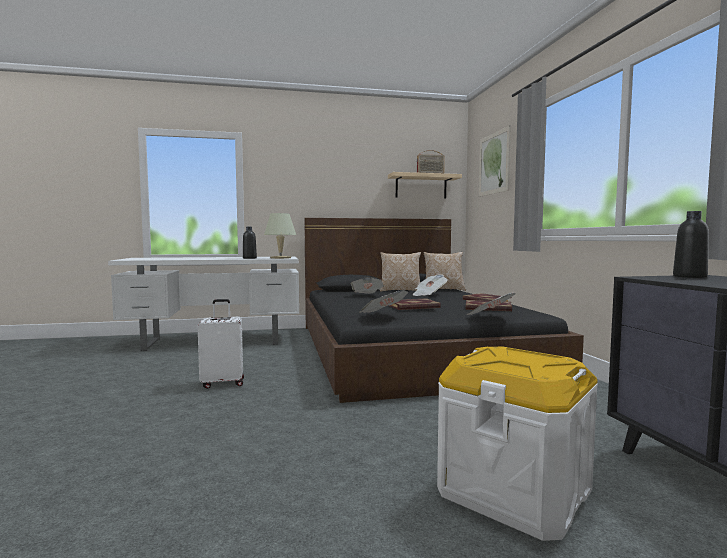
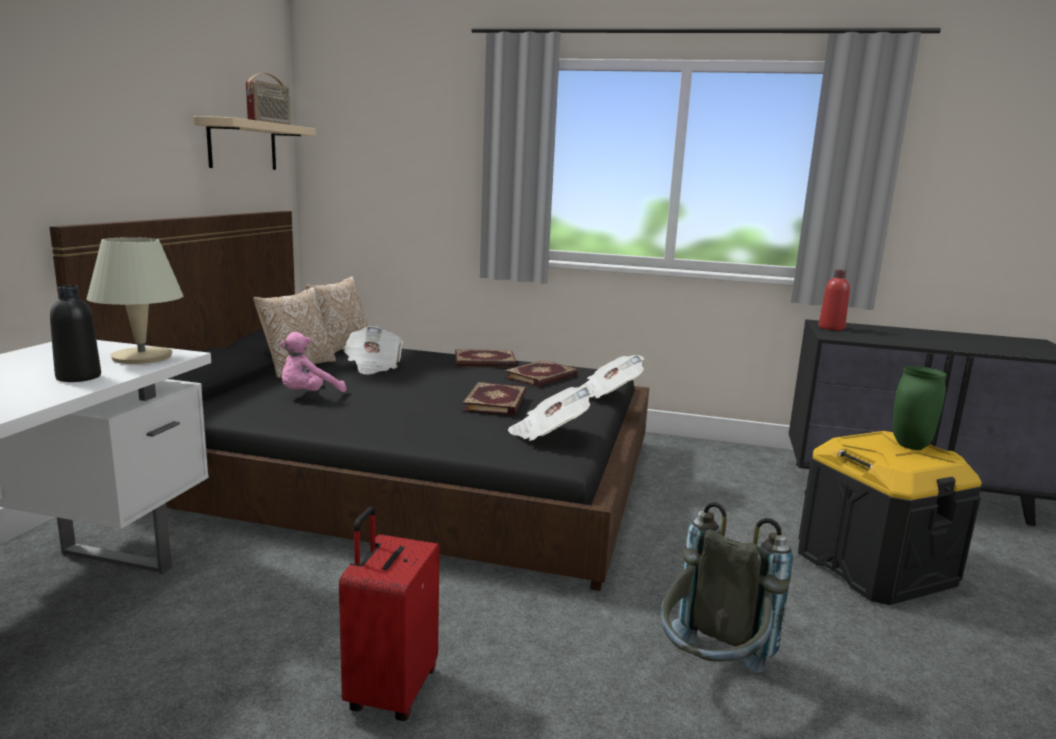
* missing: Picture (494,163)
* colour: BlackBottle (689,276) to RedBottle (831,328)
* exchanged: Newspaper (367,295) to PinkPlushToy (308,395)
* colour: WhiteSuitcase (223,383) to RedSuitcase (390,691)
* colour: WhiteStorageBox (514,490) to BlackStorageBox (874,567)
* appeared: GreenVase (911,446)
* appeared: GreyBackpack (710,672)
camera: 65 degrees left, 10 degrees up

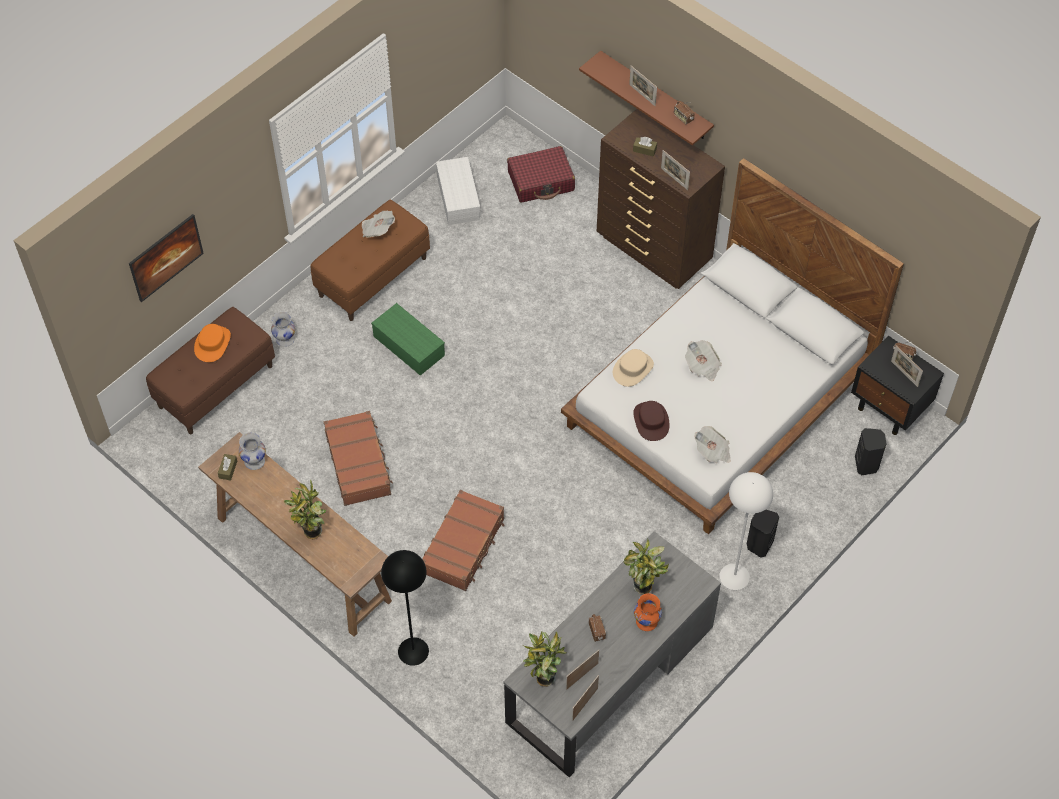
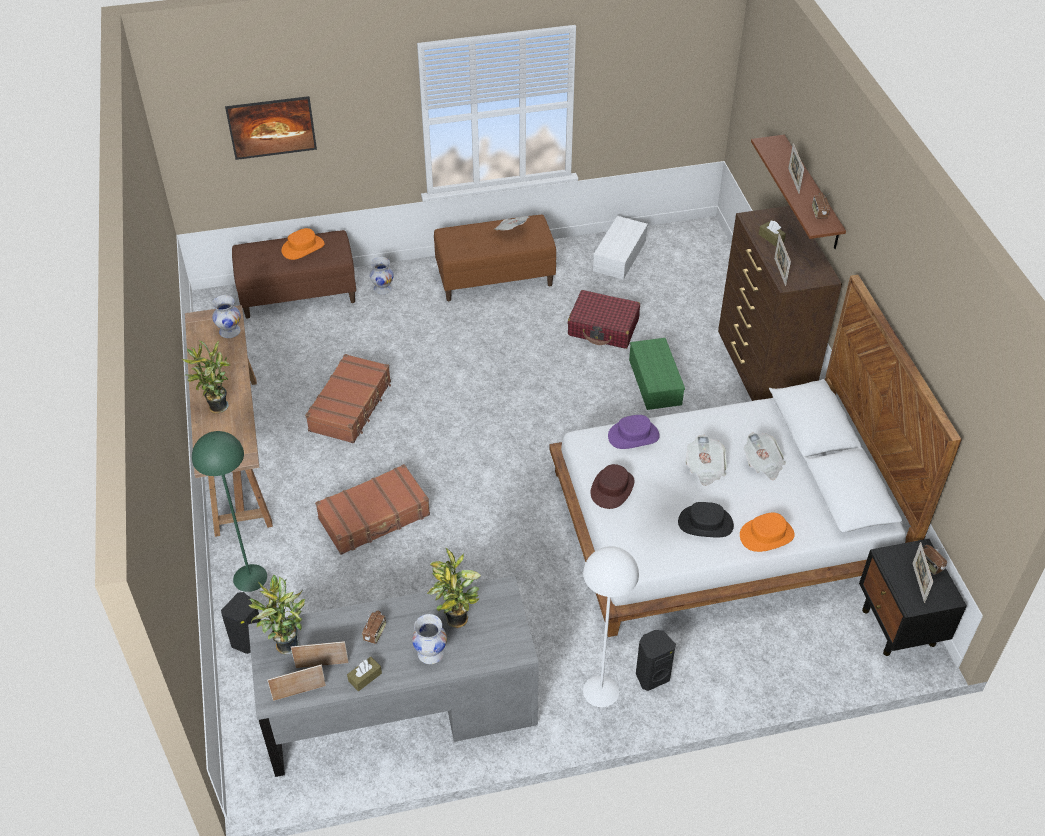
* relocated: RedSuitcase (541,181) to (603,327)
* relocated: GreenStorageBox (407,345) to (654,381)
* colour: BeigeHat (632,369) to PurpleHat (633,436)
* relocated: Newspaper (712,451) to (763,464)
* relocated: BlackSpeaker (866,464) to (249,641)
* relocated: BrownTissueBox (228,469) to (365,677)
* colour: BlackFloorLamp (413,651) to GreenFloorLamp (249,577)
* colour: OrangeVase (647,621) to WhiteVase (431,653)
* appeared: BlackHat (705,523)
* appeared: OrangeHat (766,535)
camera: 35 degrees right, 10 degrees down

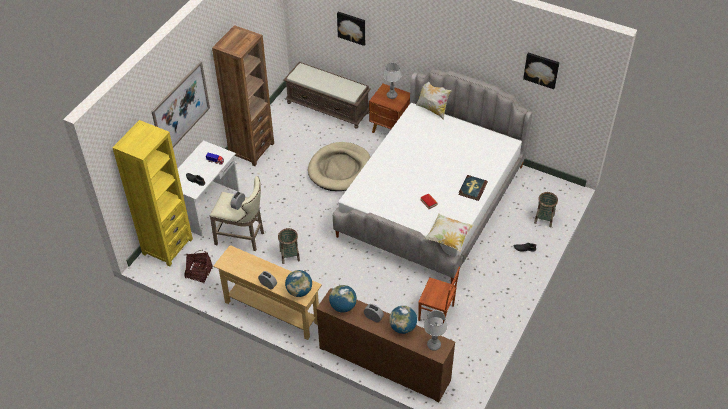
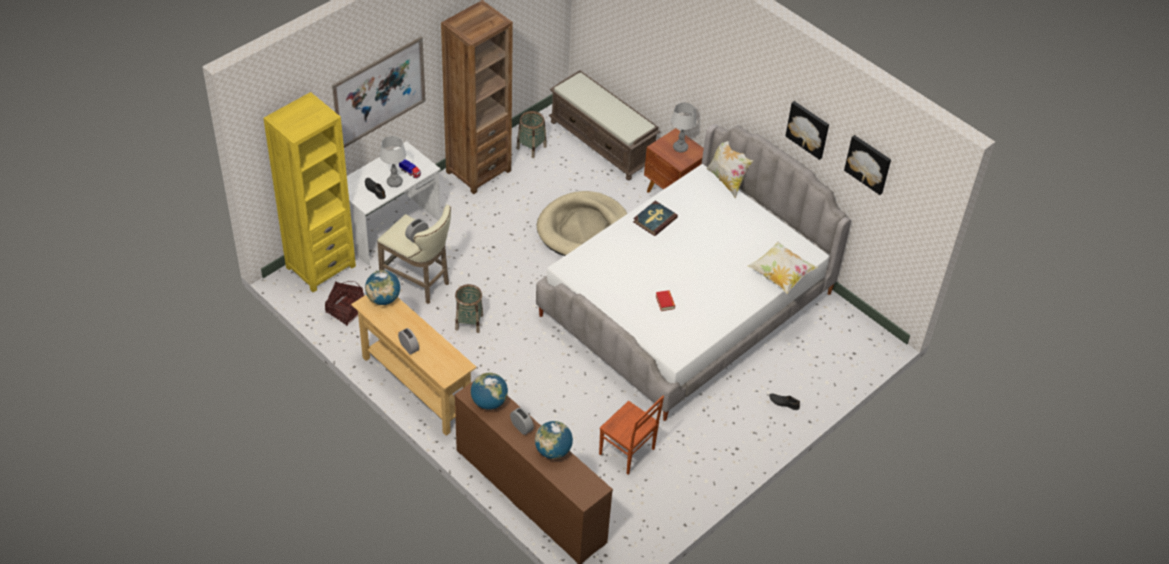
* relocated: Picture (352,27) to (808,129)
* relocated: Book (472,189) to (654,220)
* relocated: Basket (544,219) to (531,147)
* relocated: Pillow (448,238) to (780,275)
* relocated: Globe (299,291) to (383,299)
* relocated: TableLamp (434,345) to (395,182)
camera: 15 degrees right, 0 degrees up

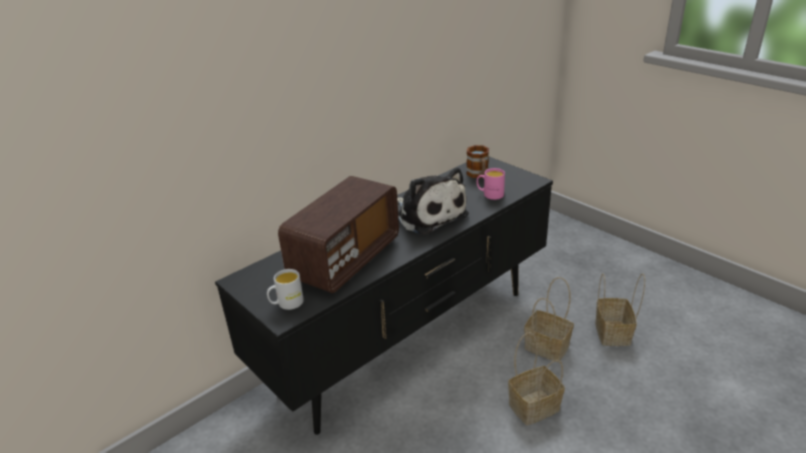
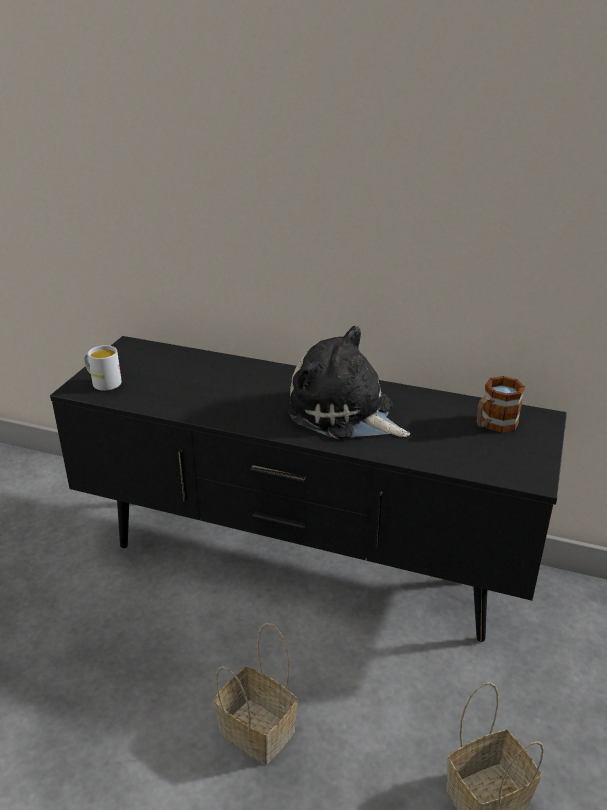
* spun: PlushToy (428,214) = (345,414) 105 degrees clockwise
* missing: PinkMug (490,194)
* missing: Radio (345,260)
* missing: Basket (548,347)
camera: 60 degrees right, 0 degrees up

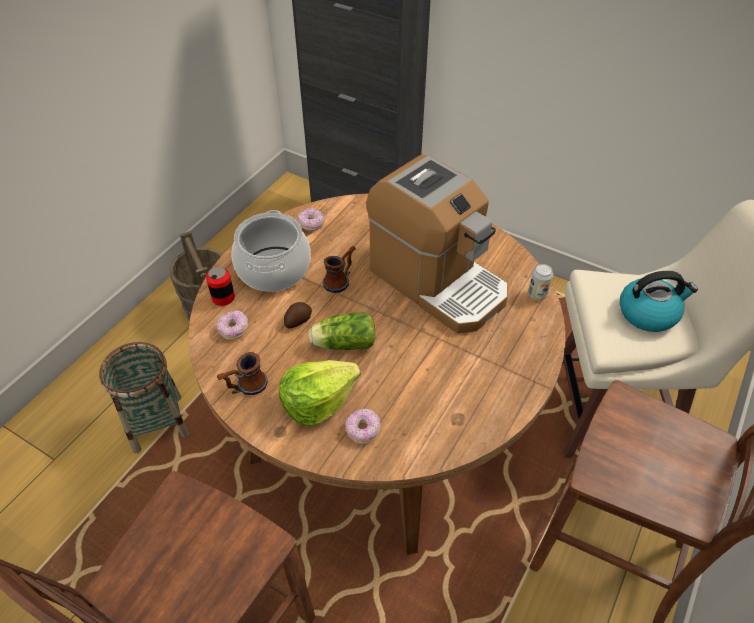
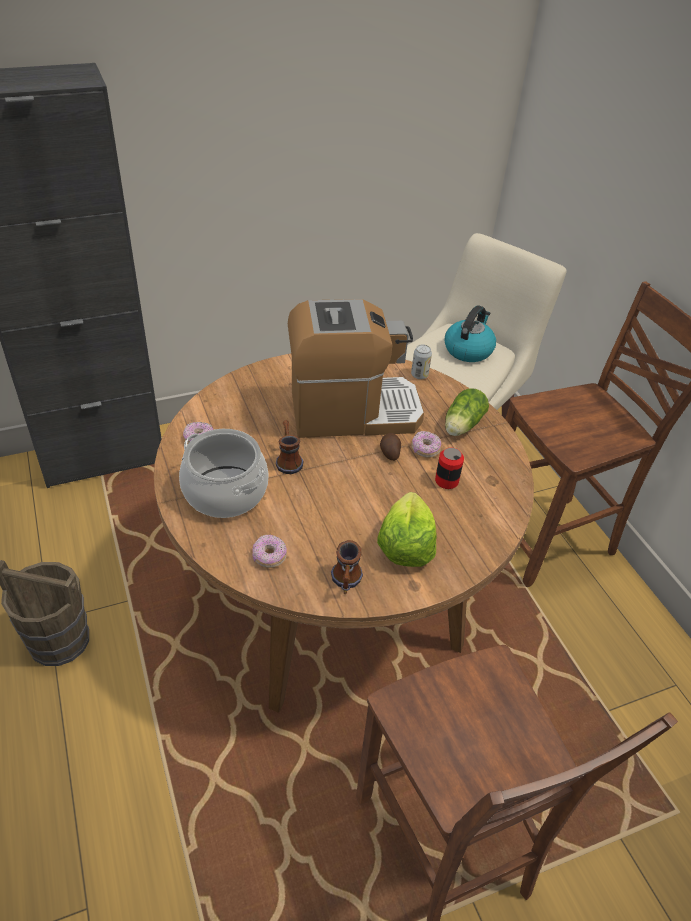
* relocated: Can (223,298) to (446,481)
* relocated: Potato (297,320) to (389,452)
* relocated: Lettuce (342,343) to (461,426)
* missing: Basket (157,423)
* relocated: Donut (362,430) to (425,449)
camera: 55 degrees left, 5 degrees down

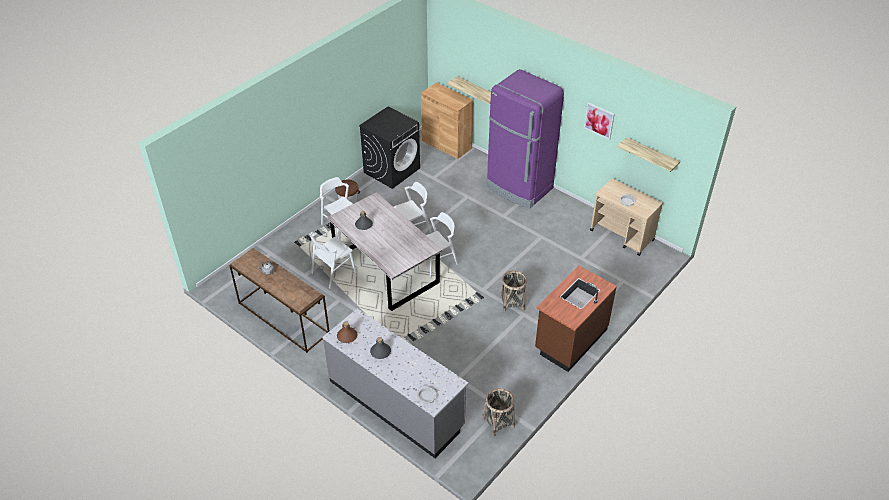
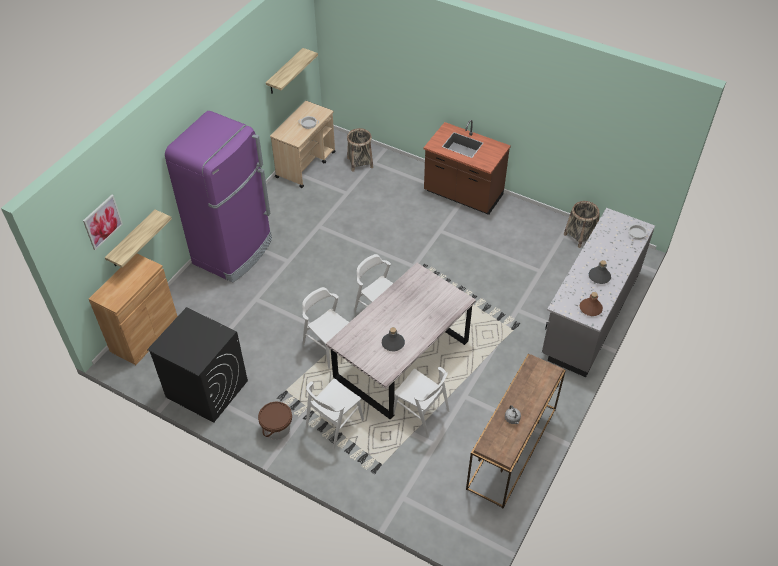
* relocated: Picture (599,120) to (102,222)
* relocated: Basket (512,303) to (360,162)
camera: 100 degrees left, 5 degrees up

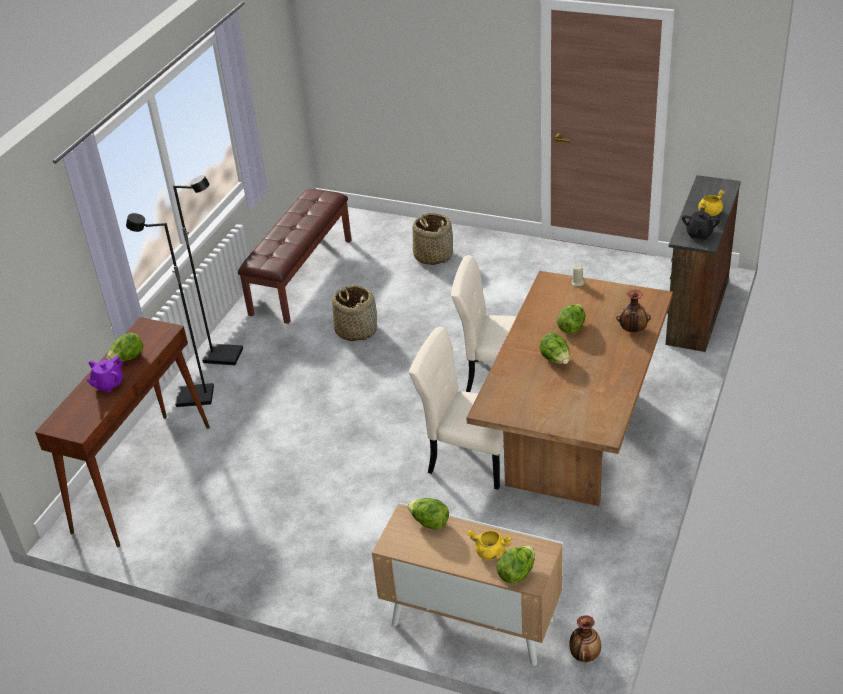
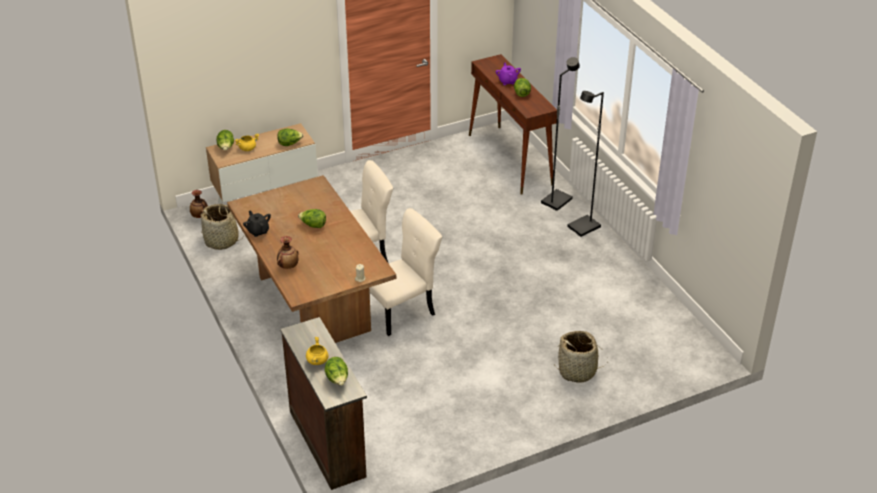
* missing: BrownBench (301,276)
* relocated: BlackTeapot (699,234) to (258,231)
* relocated: Basket (356,330) to (222,241)
* relocated: Lettuce (571,327) to (337,379)
camera: 130 degrees right, 0 degrees up

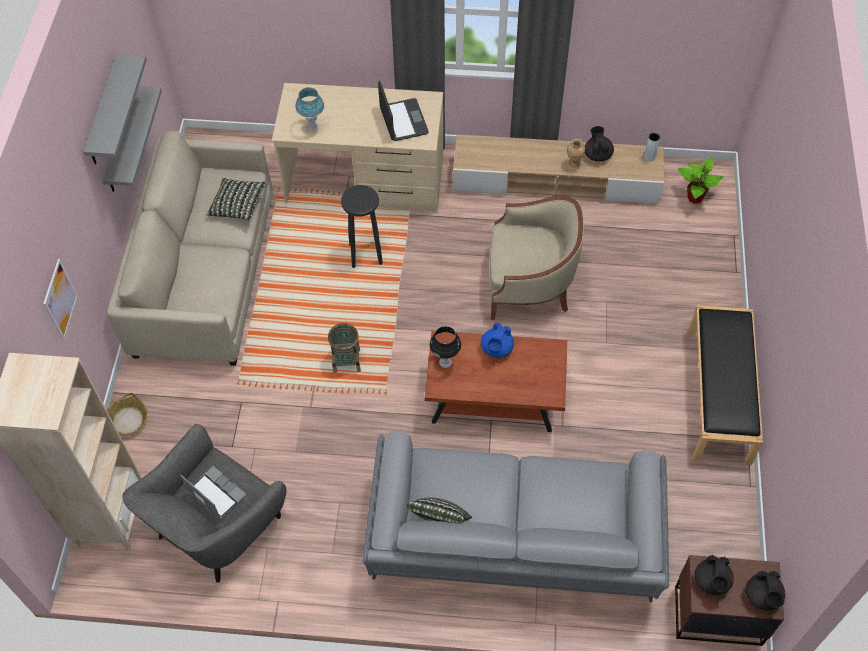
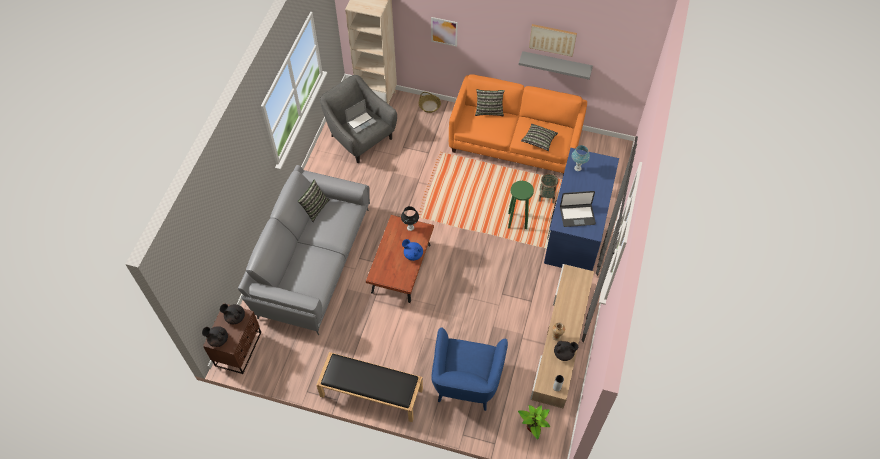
* exchanged: GreyShelf (104,112) to Picture (552,39)
* colour: BeigeDesk (365,181) to BlueDesk (576,228)
* colour: BeigeSofa (205,276) to OrangeSofa (515,142)
* colour: BlackStool (365,254) to GreenStool (517,220)
* missing: BeigeArmchair (529,284)
* relocated: Basket (346,361) to (546,196)
* appeared: Pillow (489,110)
* appeared: BlueArmchair (466,382)
camera: 100 degrees right, 0 degrees up

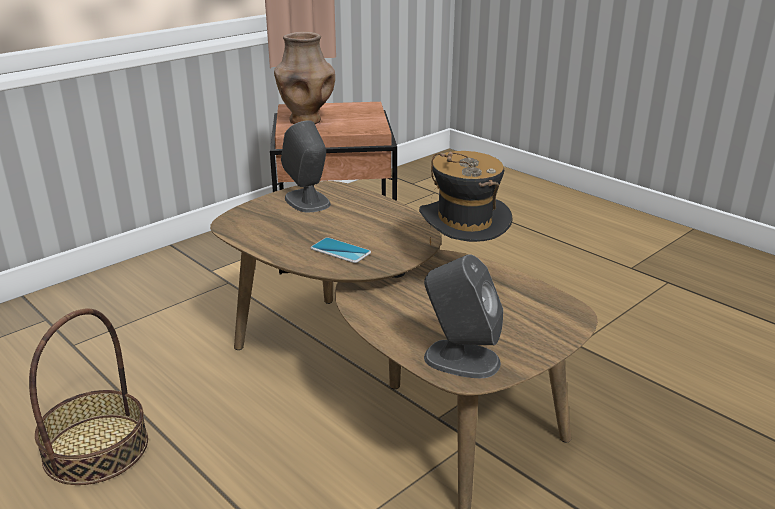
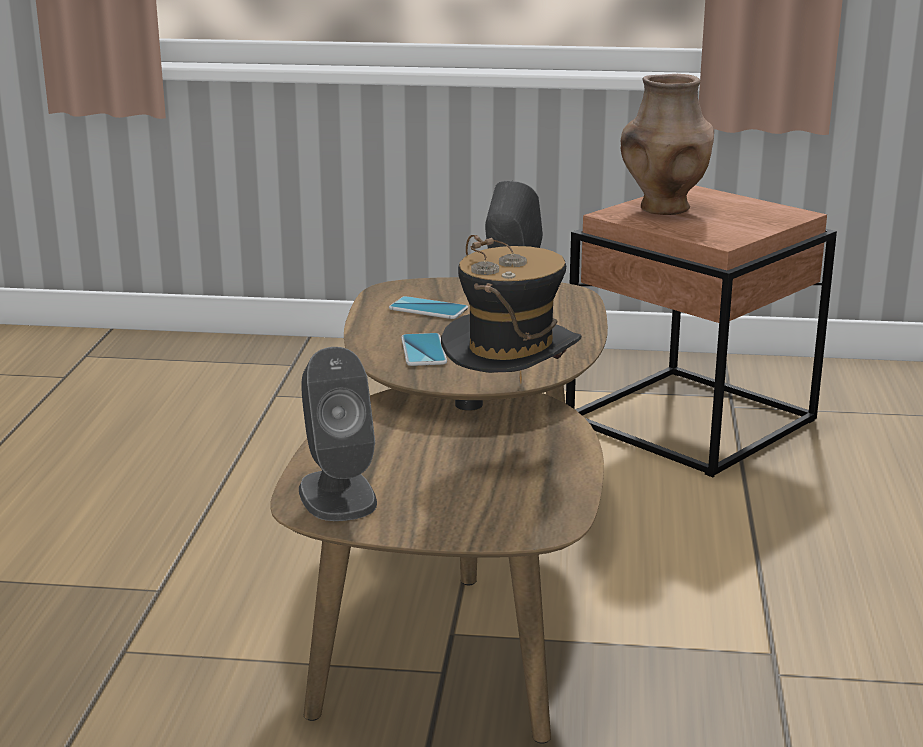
* missing: Basket (96,448)
* appeared: Phone (428,309)
camera: 50 degrees right, 5 degrees down

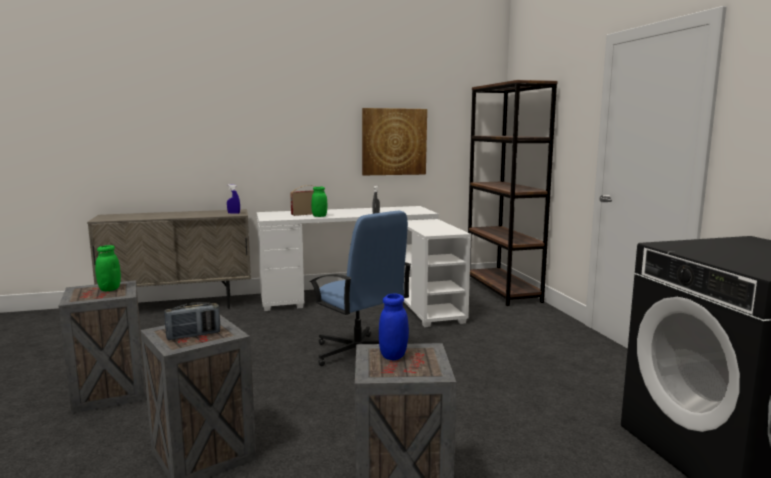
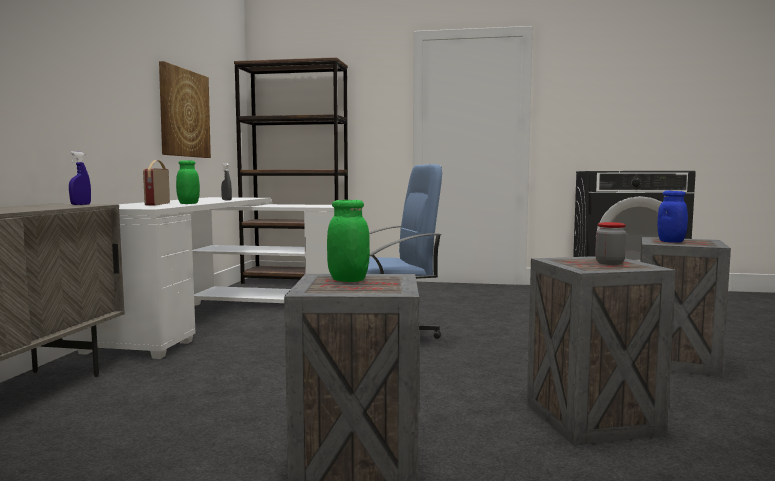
* exchanged: Radio (193,335) to Jar (609,263)
camera: 65 degrees left, 5 degrees down

